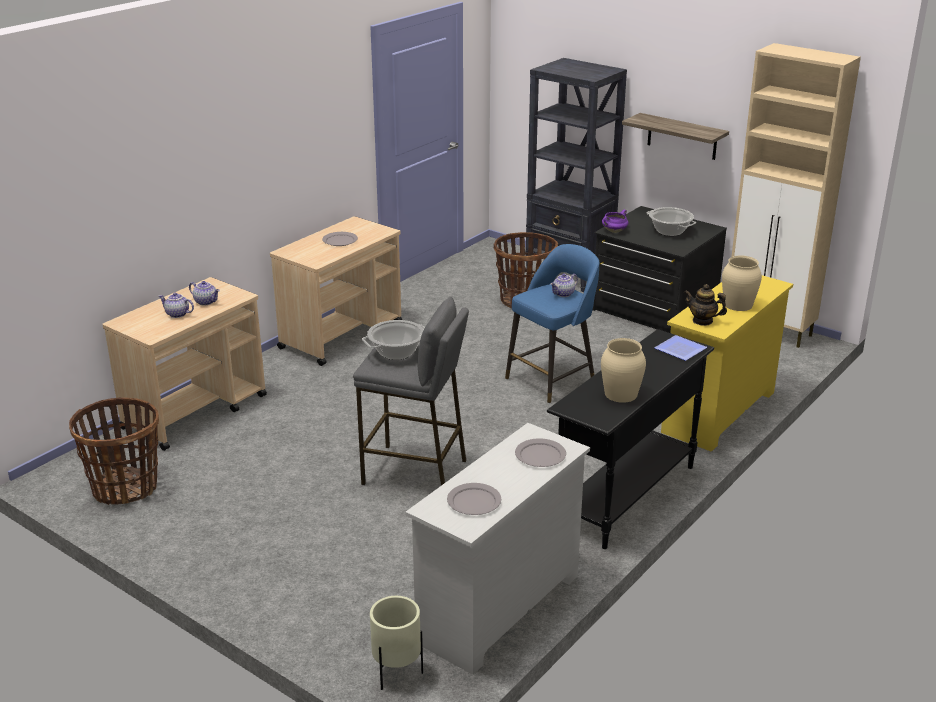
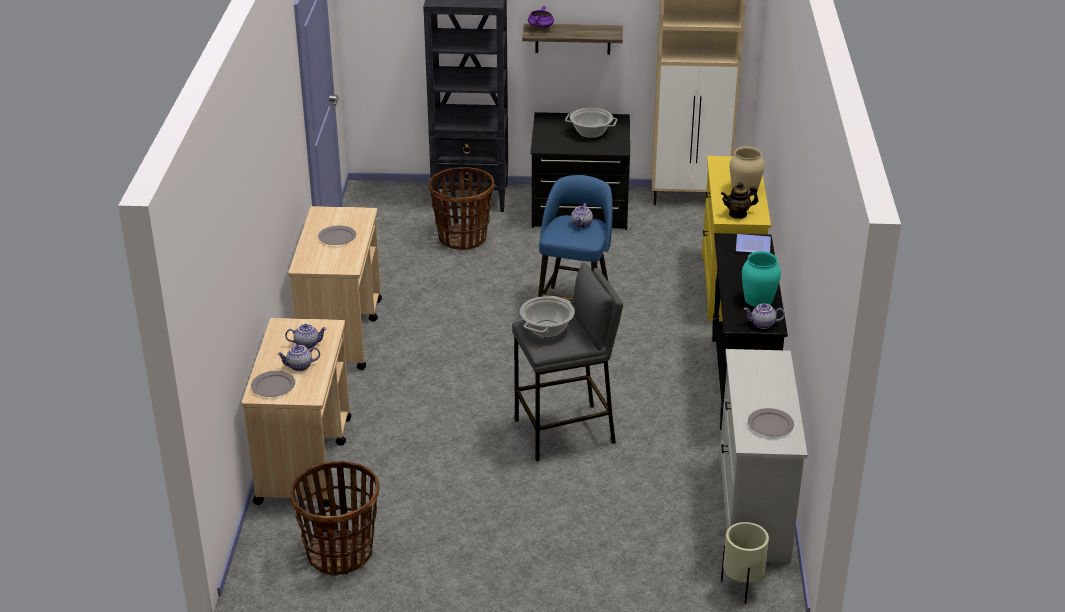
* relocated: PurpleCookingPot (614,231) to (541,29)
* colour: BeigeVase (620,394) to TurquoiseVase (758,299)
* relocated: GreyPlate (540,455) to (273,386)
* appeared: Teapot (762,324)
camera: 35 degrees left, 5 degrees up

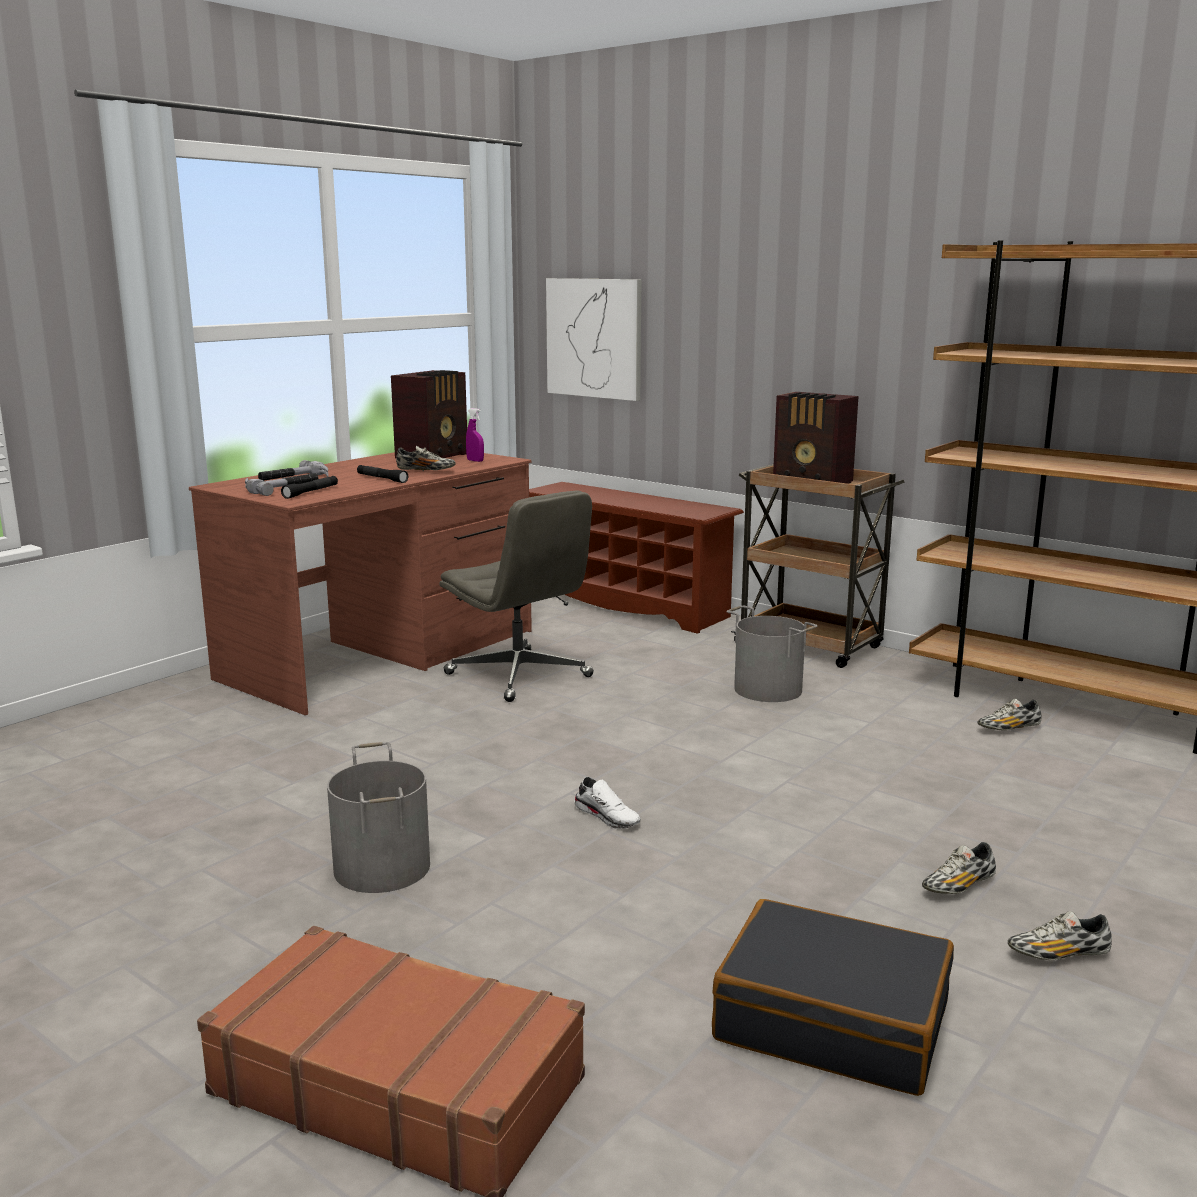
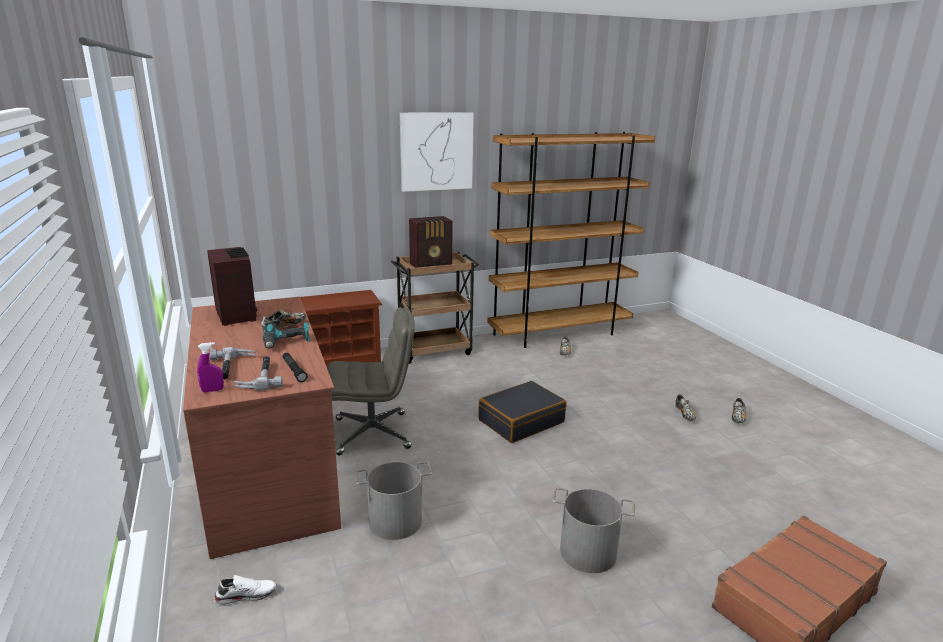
* relocated: Picture (594,338) to (436,151)
* relocated: PurpleSprayBottle (475,461) to (212,390)
* exchanged: BlackFlashlight (382,479) to PowerDrill (287,343)
* relocated: GreyBucket (768,689) to (395,520)
* relocated: WhiteShoe (608,816) to (246,594)
* relocated: BlackSuitcase (832,1021) to (521,421)
camera: 60 degrees left, 5 degrees up

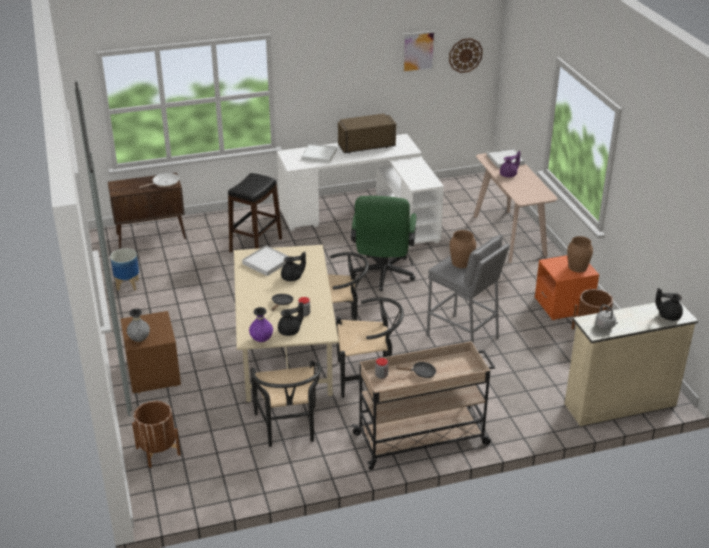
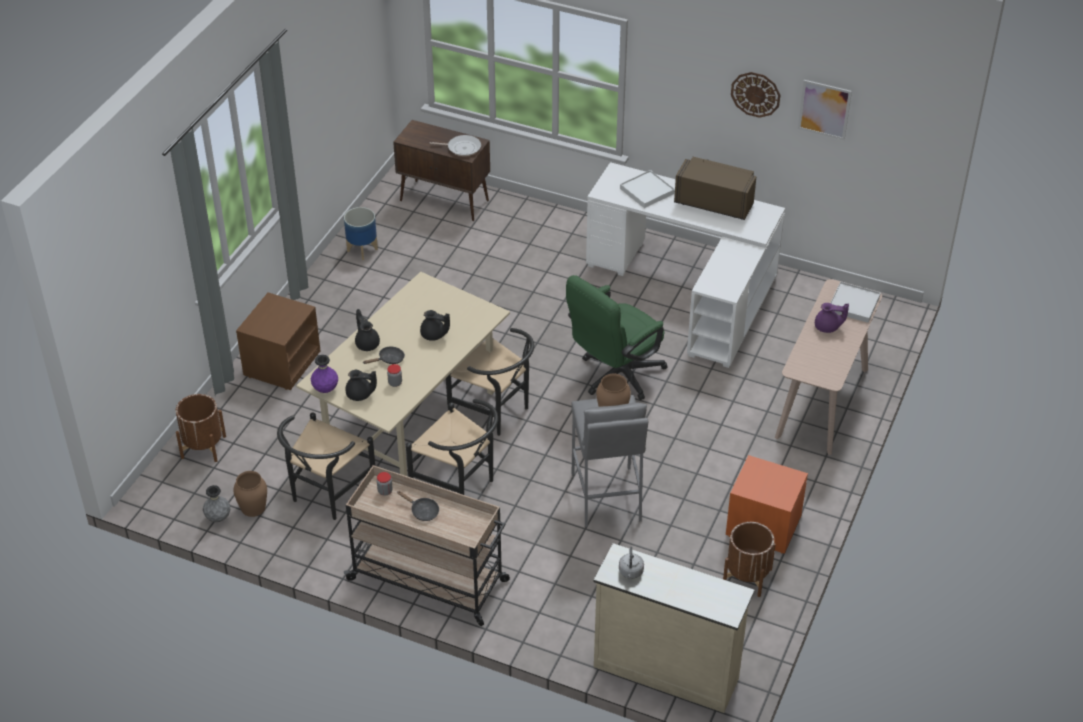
* relocated: WallClock (465,55) to (755,94)
* missing: BlackStool (256,245)
* relocated: BrownVase (577,267) to (253,507)
* missing: WhiteTray (266,262)
* relocated: BlackTeapot (668,315) to (367,343)
* relocated: GreyVase (139,339) to (218,518)
camera: 40 degrees right, 10 degrees up

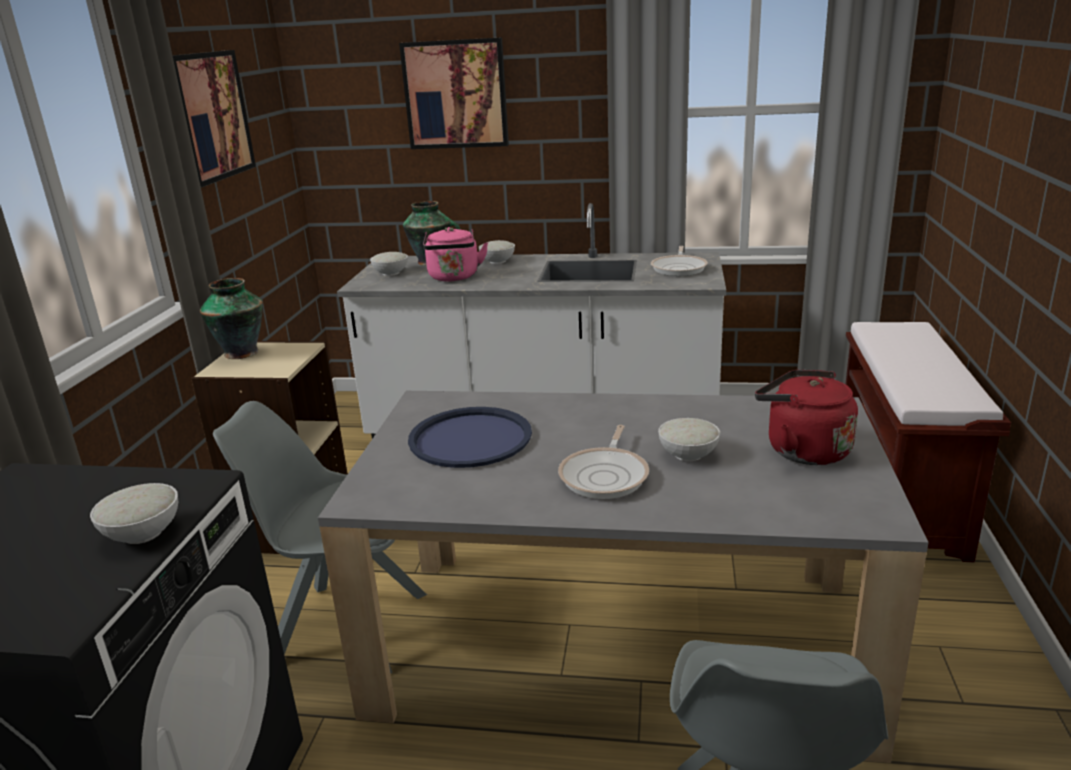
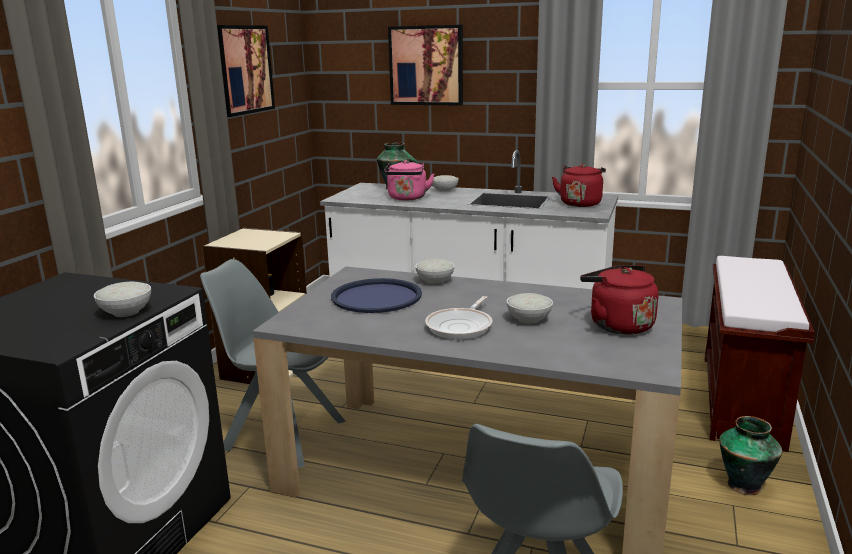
* exchanged: FryingPan (679,268) to RedKettle (580,203)
* relocated: WhiteBowl (391,273) to (435,281)
* relocated: Vase (242,352) to (744,485)
camera: 10 degrees right, 5 degrees down

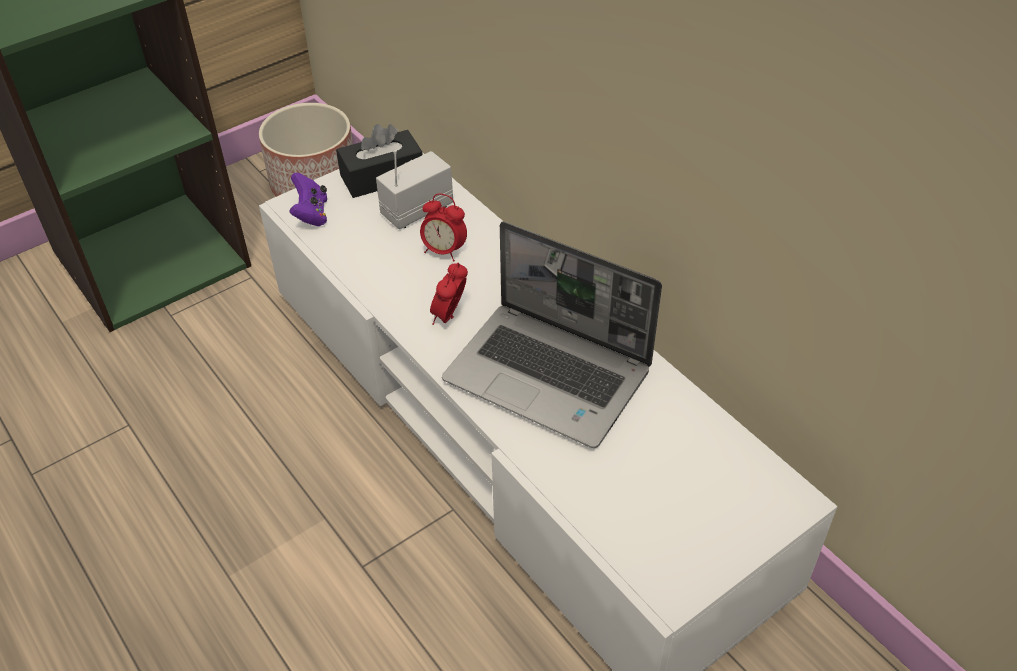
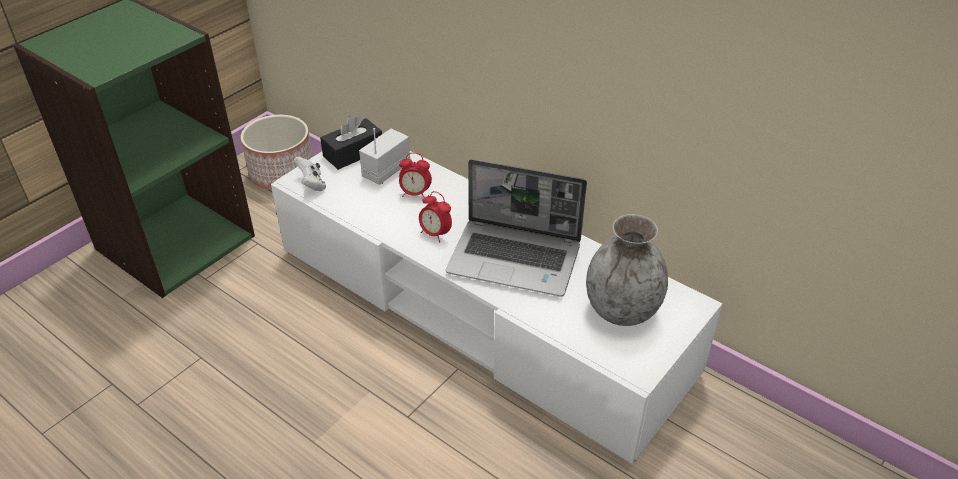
* colour: PurpleGameController (311,214) to WhiteGameController (312,184)
* spun: AlarmClock (450,316) = (435,234) 60 degrees counterclockwise
* appeared: GreyVase (622,311)
camera: 15 degrees left, 5 degrees down

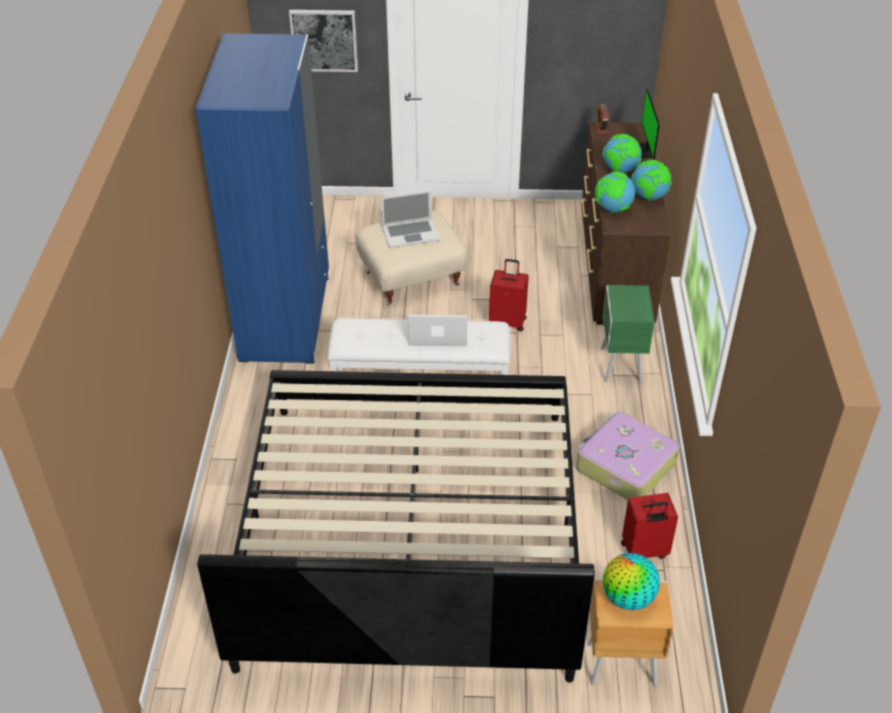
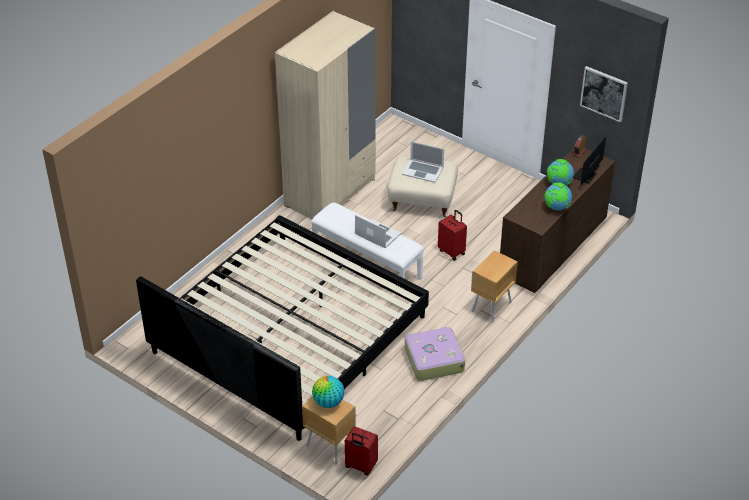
* relocated: Picture (324,40) to (604,93)
* colour: BlueWardrobe (286,318) to BeigeWardrobe (330,192)
* missing: Globe (612,209)
* colour: GreenNightstand (620,366) to BrownNightstand (490,307)
* relocated: RedSuitcase (644,551) to (360,466)
camera: 35 degrees right, 0 degrees up

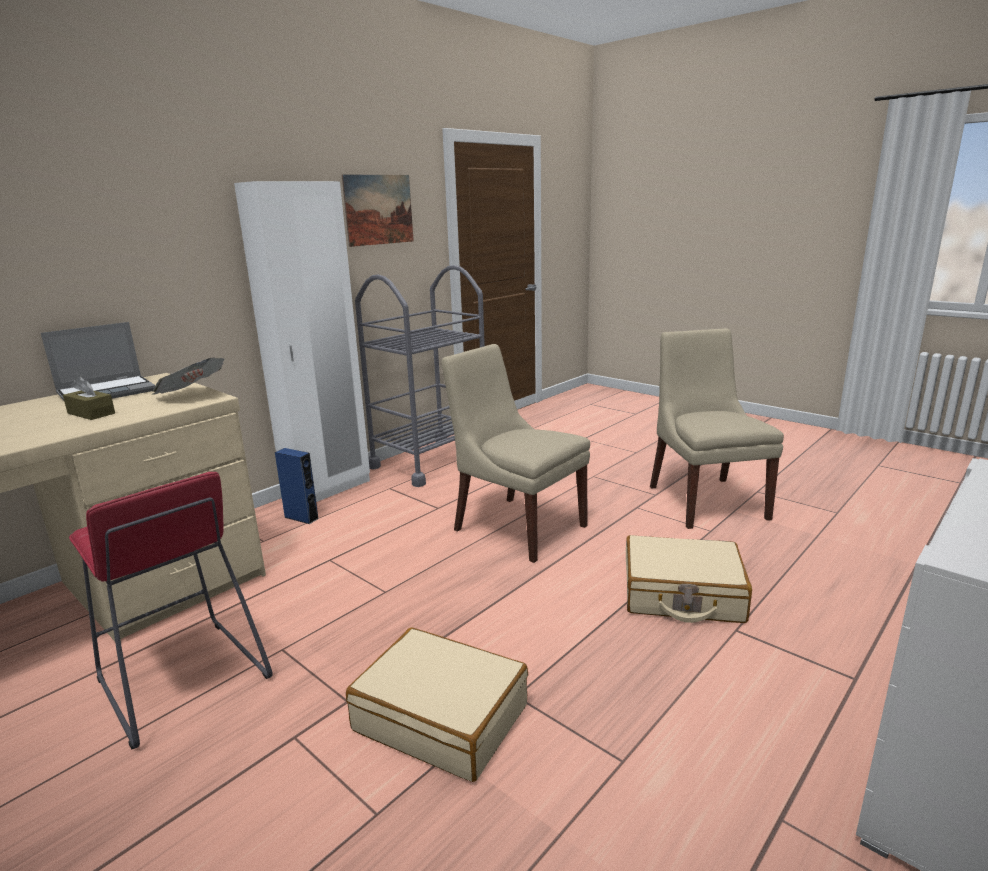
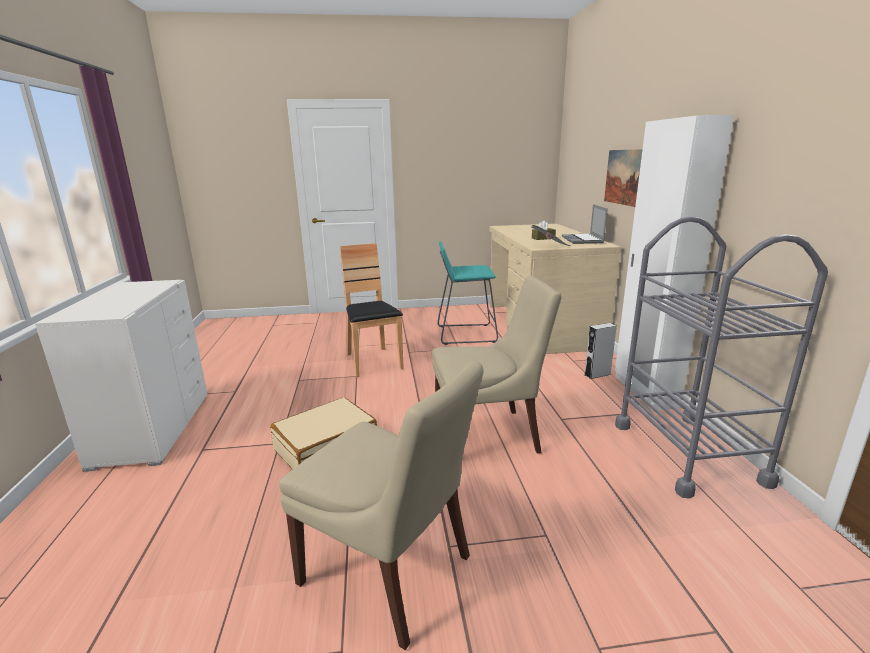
* relocated: Picture (379,209) to (623,177)
* colour: BlueSpeaker (301,517) to GreySpeaker (597,374)
* colour: RedStool (183,679) to TurquoiseStool (466,334)
* exchanged: BeigeSuitcase (441,717) to BrownChair (373,362)
camera: 130 degrees right, 0 degrees up

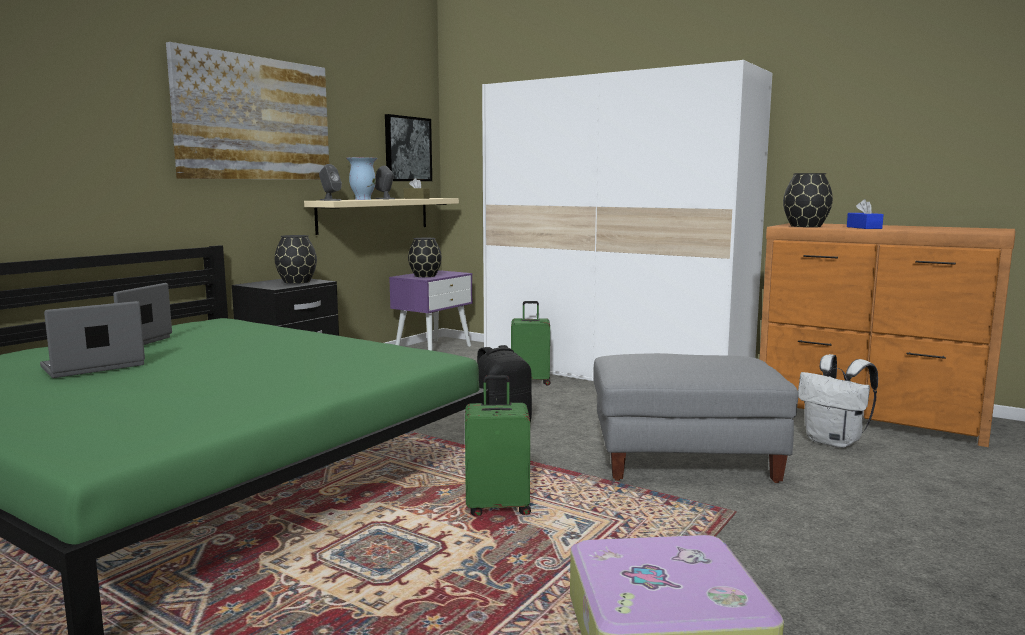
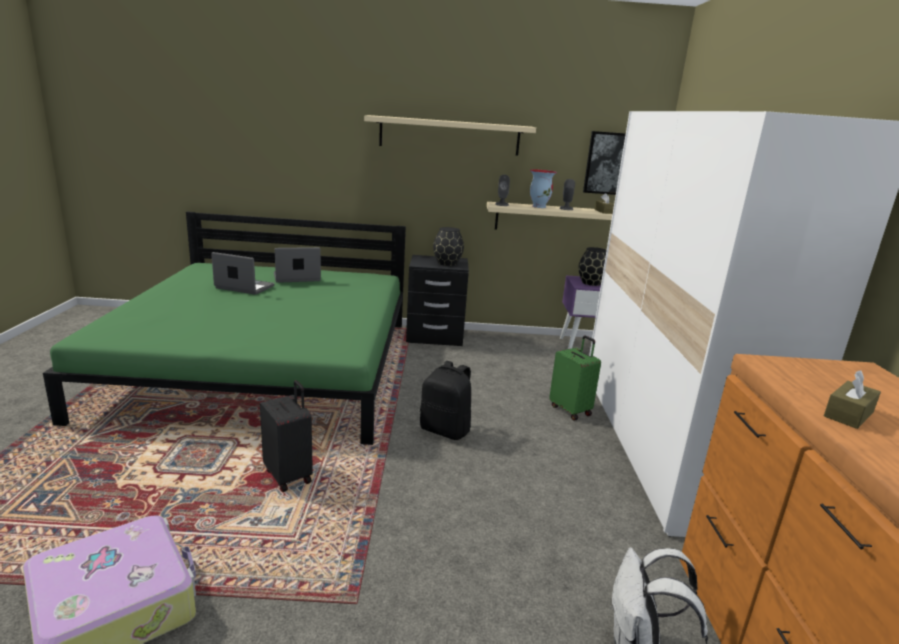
* exchanged: Picture (254,118) to BeigeShelf (449,135)
* missing: BlackVase (805,226)
* colour: BlueTissueBox (864,228) to BrownTissueBox (848,414)
* missing: GreyOttoman (684,459)
* colour: GreenSuitcase (498,507) to BlackSuitcase (289,475)
camera: 55 degrees right, 10 degrees up

